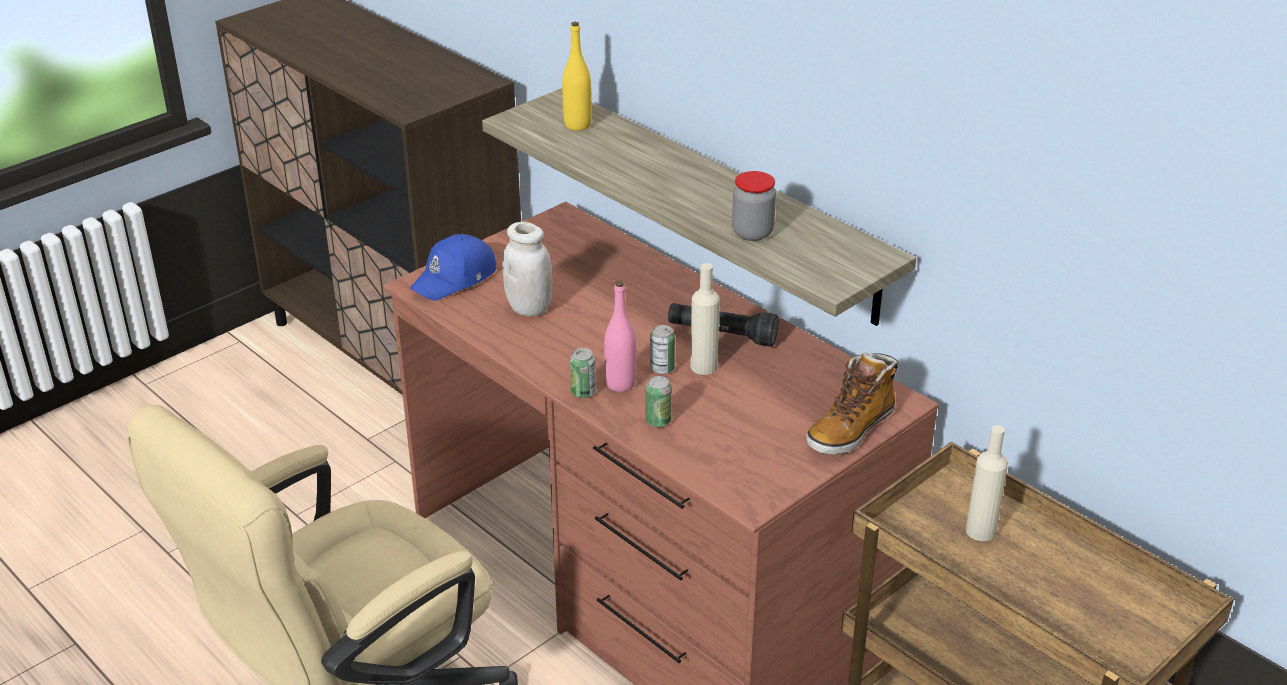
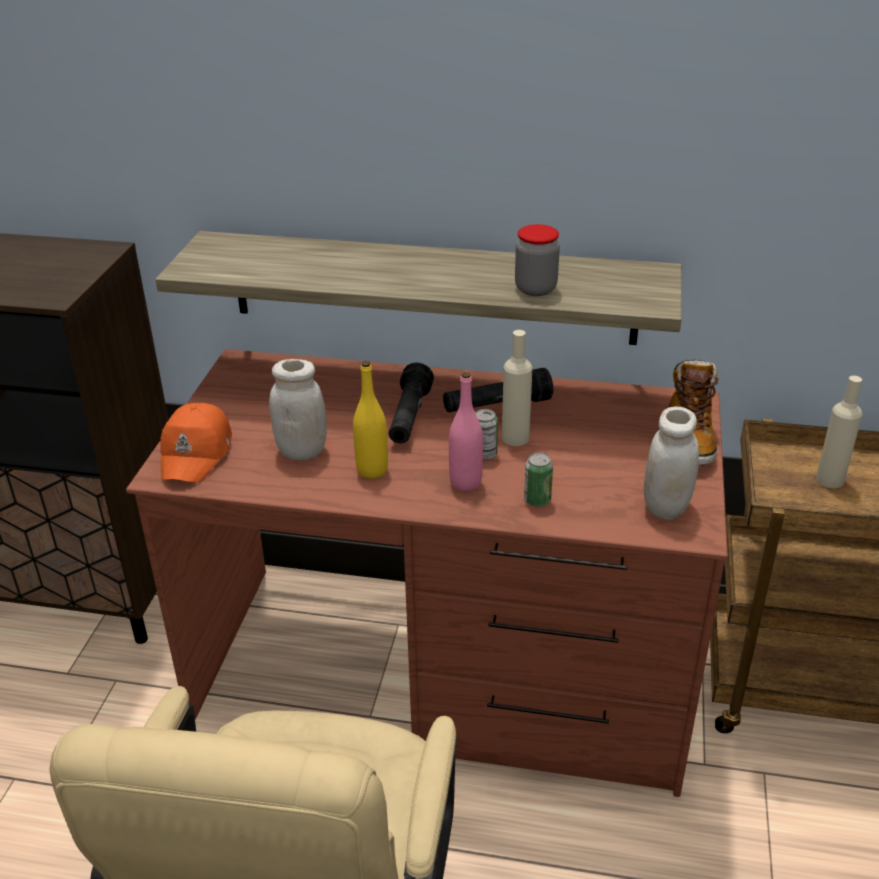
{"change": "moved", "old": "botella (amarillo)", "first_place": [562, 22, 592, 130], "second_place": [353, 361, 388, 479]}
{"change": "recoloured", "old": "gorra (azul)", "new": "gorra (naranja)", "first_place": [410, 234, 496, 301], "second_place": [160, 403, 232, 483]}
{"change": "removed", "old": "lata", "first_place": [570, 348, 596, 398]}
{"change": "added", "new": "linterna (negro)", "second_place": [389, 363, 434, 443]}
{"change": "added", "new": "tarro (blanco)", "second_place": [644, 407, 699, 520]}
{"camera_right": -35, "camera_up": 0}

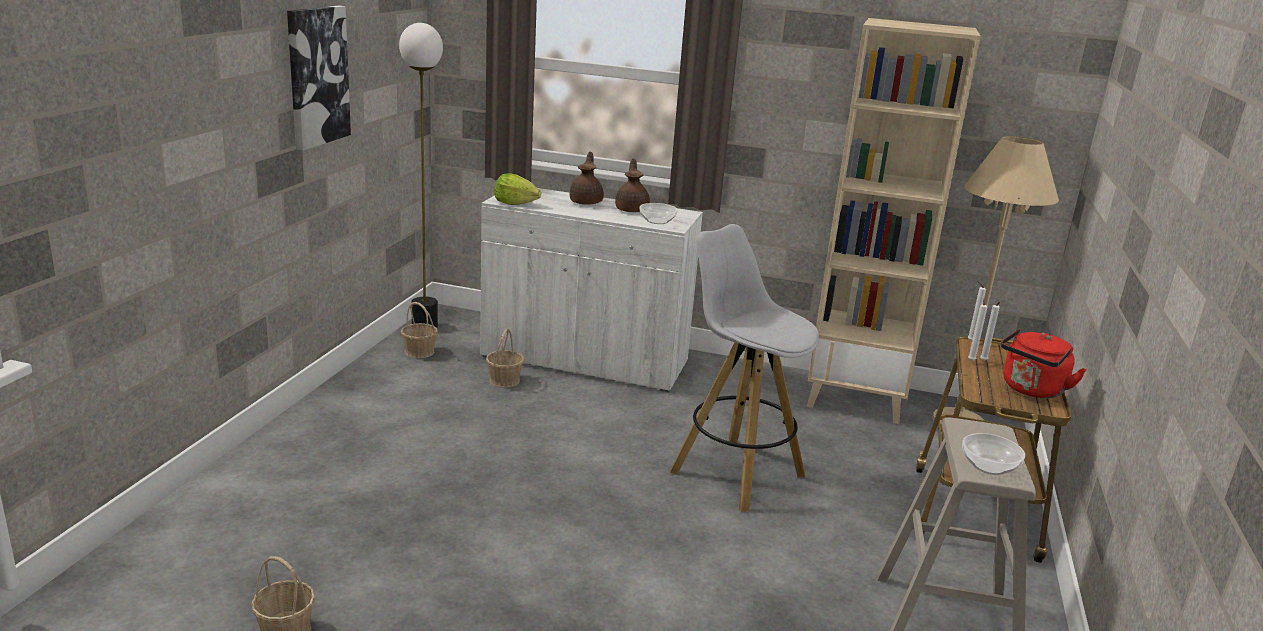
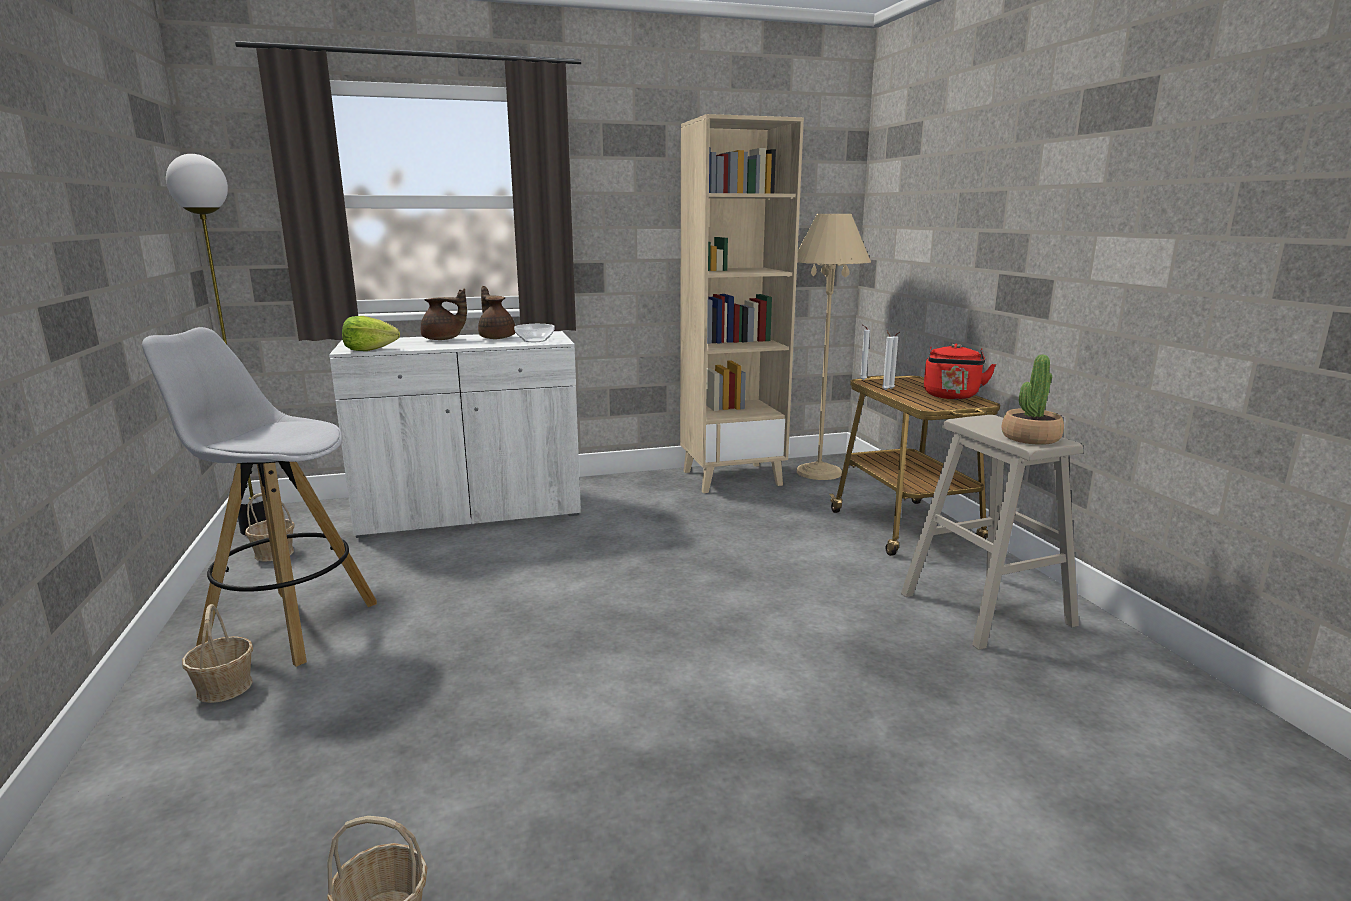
{"change": "removed", "old": "cuadro", "first_place": [287, 6, 351, 151]}
{"change": "turned", "old": "tetera (marrón)", "first_place": [570, 152, 604, 205], "second_place": [421, 288, 467, 340], "degrees": 120}
{"change": "moved", "old": "taburete (blanco)", "first_place": [670, 224, 819, 512], "second_place": [142, 327, 377, 667]}
{"change": "moved", "old": "cesta", "first_place": [486, 328, 524, 388], "second_place": [182, 604, 253, 703]}
{"change": "replaced", "old": "cuenco", "new": "planta en maceta", "first_place": [962, 433, 1025, 475], "second_place": [1002, 355, 1064, 445]}
{"camera_right": -30, "camera_up": -5}

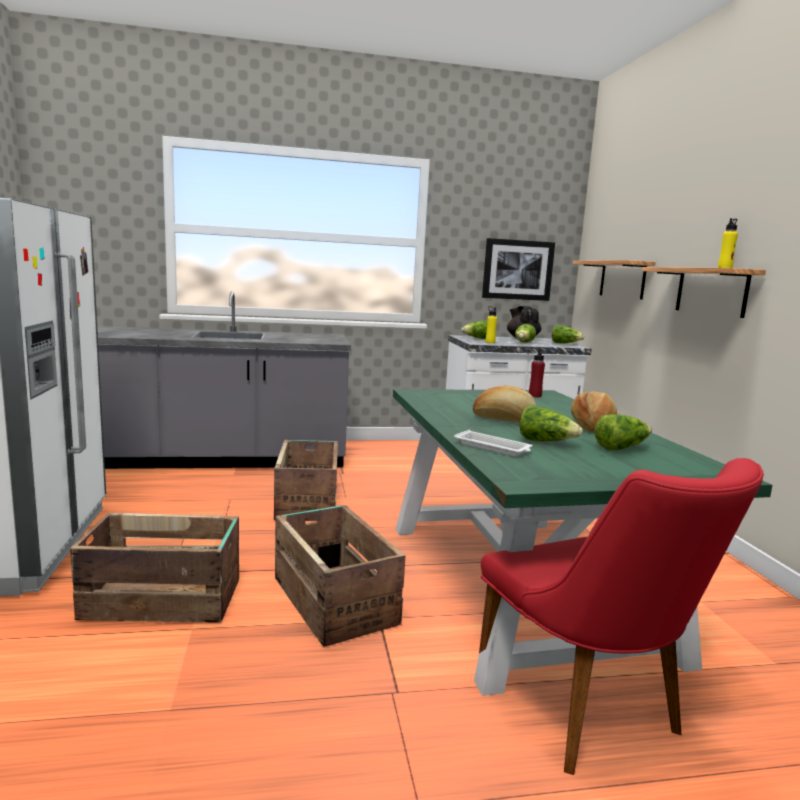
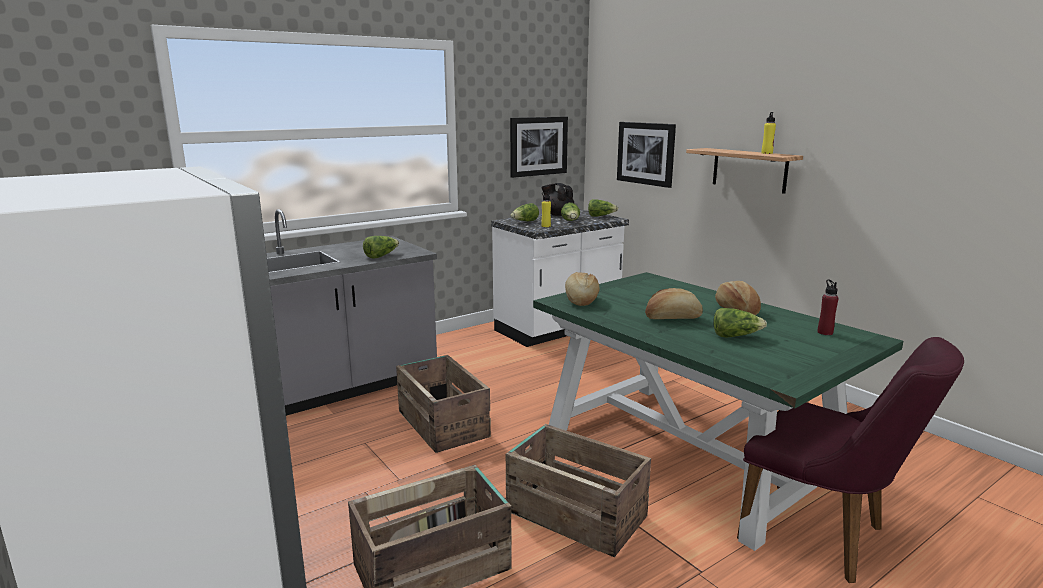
{"change": "replaced", "old": "estante", "new": "cuadro", "first_place": [573, 260, 656, 299], "second_place": [617, 122, 676, 188]}
{"change": "moved", "old": "botella (rojo)", "first_place": [529, 348, 545, 398], "second_place": [817, 280, 839, 335]}
{"change": "moved", "old": "lechuga", "first_place": [594, 414, 652, 450], "second_place": [363, 236, 399, 259]}
{"change": "removed", "old": "bandeja (blanco)", "first_place": [454, 430, 533, 457]}
{"change": "recoloured", "old": "silla (rojo)", "new": "silla (morado)", "first_place": [479, 458, 764, 775], "second_place": [737, 337, 964, 583]}
{"change": "added", "new": "pan", "second_place": [565, 272, 600, 306]}
{"camera_right": -25, "camera_up": 5}

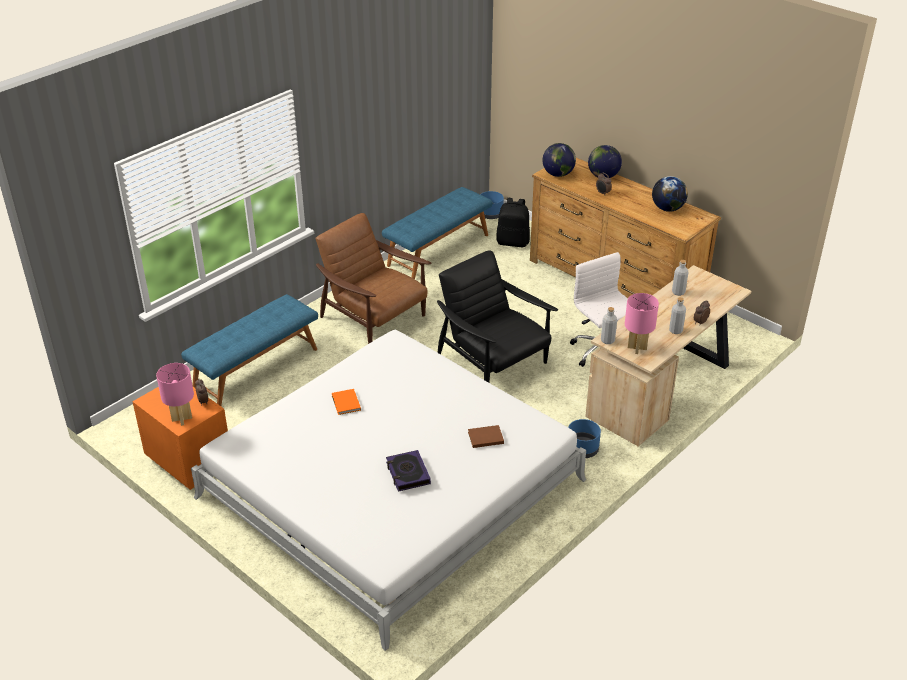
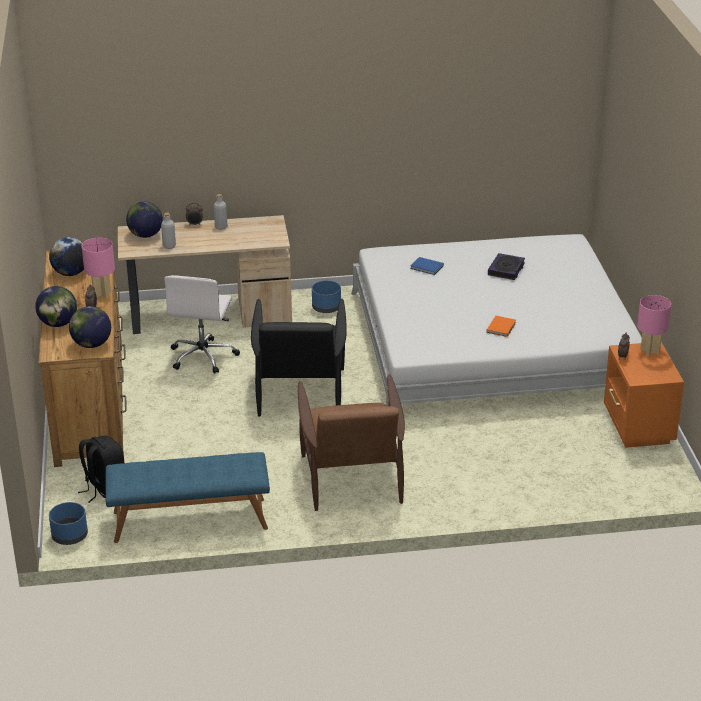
{"change": "moved", "old": "lámpara de mesa (rosa)", "first_place": [625, 293, 659, 354], "second_place": [82, 238, 115, 298]}
{"change": "removed", "old": "banco (azul)", "first_place": [181, 294, 318, 406]}
{"change": "removed", "old": "botella (gris)", "first_place": [601, 307, 617, 344]}
{"change": "recoloured", "old": "libro (marrón)", "new": "libro (azul)", "first_place": [468, 425, 504, 448], "second_place": [410, 257, 444, 275]}
{"change": "added", "new": "globo terráqueo", "second_place": [126, 201, 163, 238]}
{"camera_right": -140, "camera_up": -5}

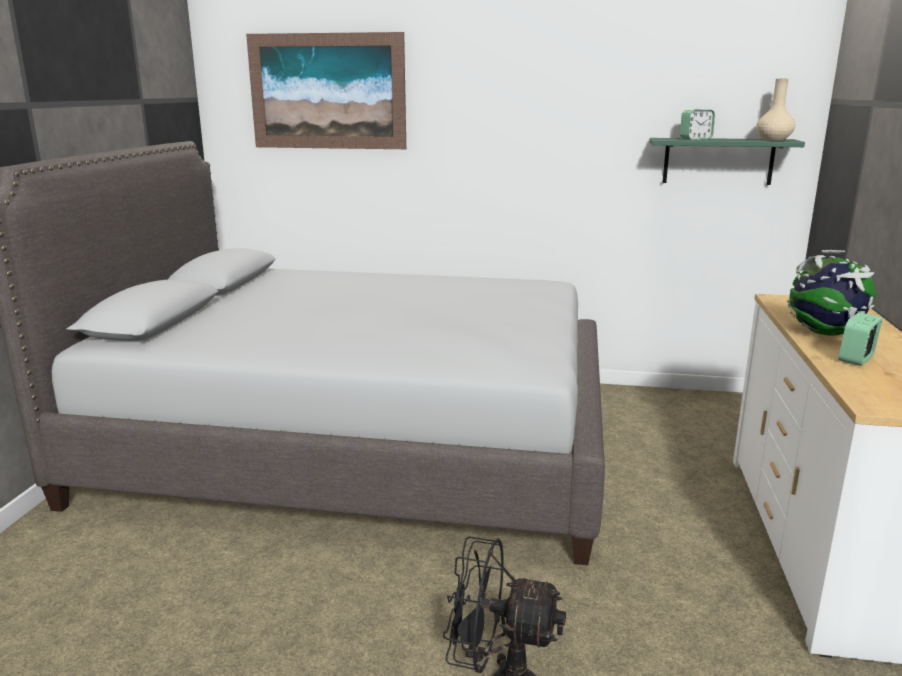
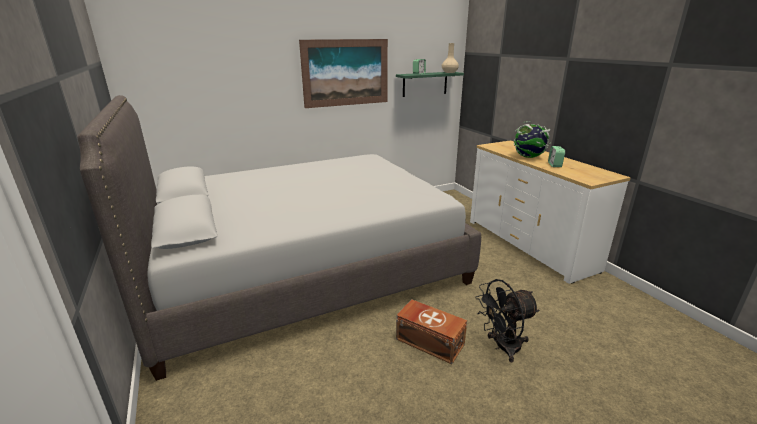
{"change": "moved", "old": "cuadro", "first_place": [246, 32, 406, 149], "second_place": [299, 39, 388, 108]}
{"change": "added", "new": "caja de almacenaje (marrón)", "second_place": [396, 299, 467, 364]}
{"camera_right": -35, "camera_up": 5}

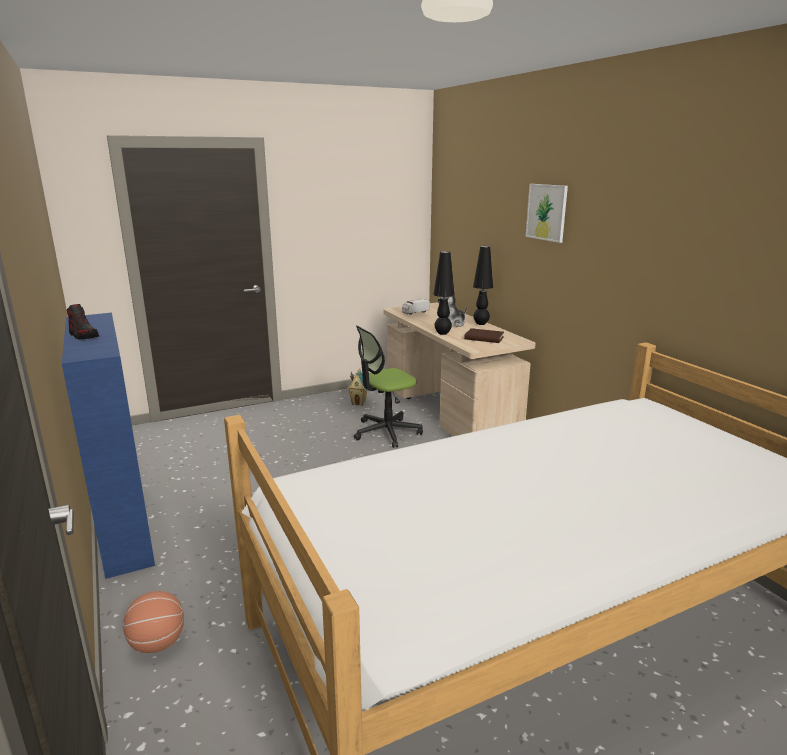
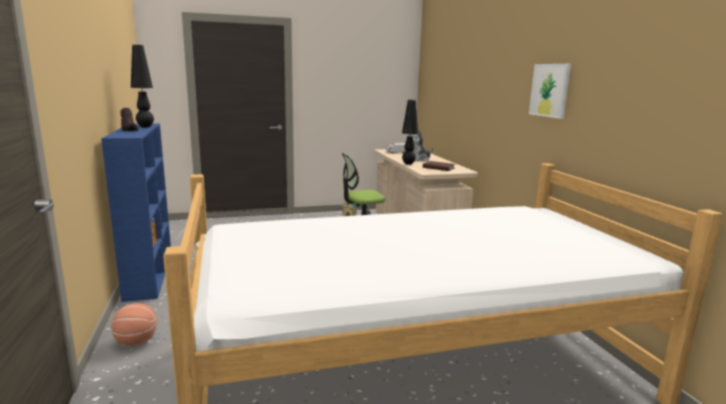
{"change": "moved", "old": "cuadro", "first_place": [526, 184, 568, 243], "second_place": [529, 64, 571, 119]}
{"change": "moved", "old": "lámpara de mesa (negro)", "first_place": [473, 246, 493, 325], "second_place": [131, 45, 154, 127]}
{"camera_right": 10, "camera_up": -5}

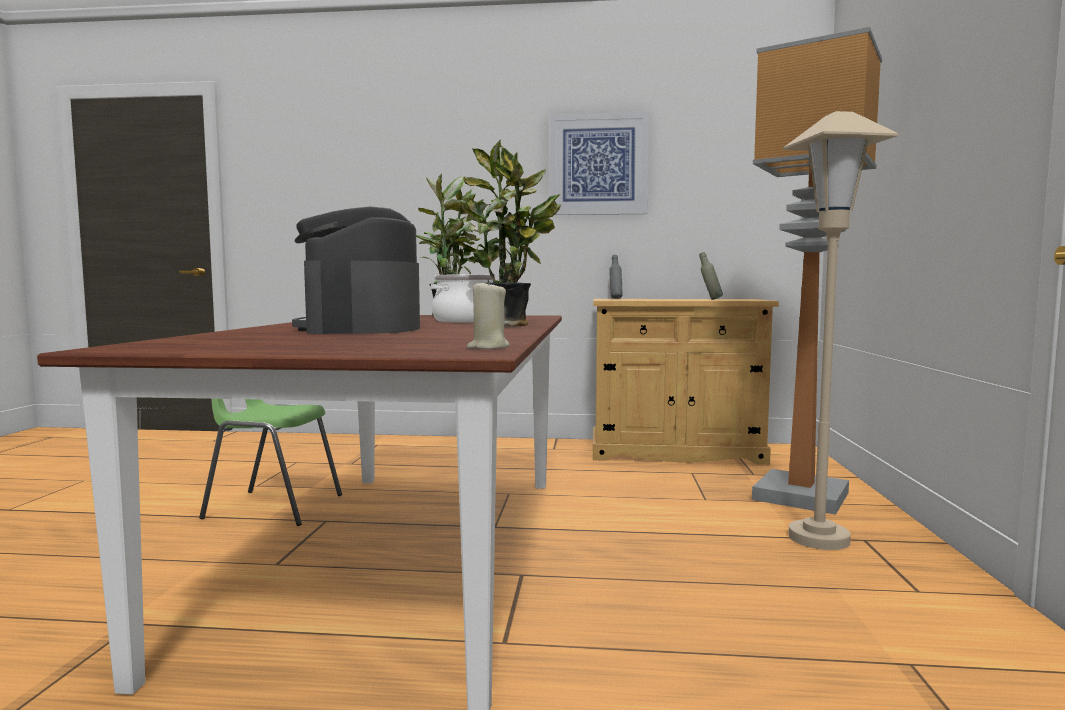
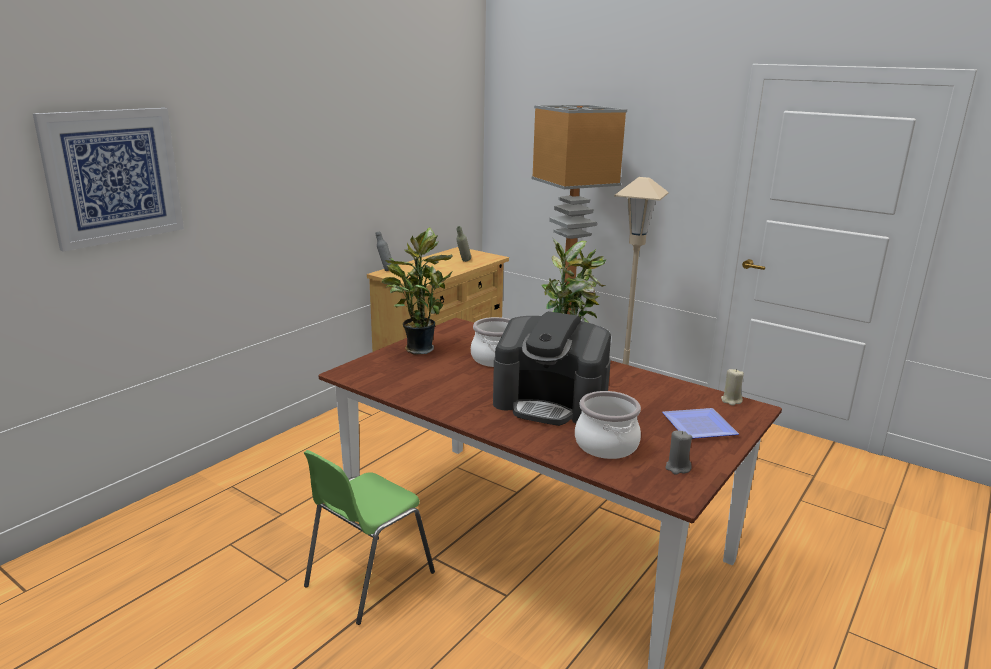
{"change": "moved", "old": "cuadro", "first_place": [549, 112, 649, 215], "second_place": [33, 108, 184, 252]}
{"change": "added", "new": "olla", "second_place": [575, 391, 641, 459]}
{"change": "added", "new": "plato", "second_place": [662, 408, 739, 439]}
{"change": "added", "new": "vela (gris)", "second_place": [666, 430, 692, 475]}
{"camera_right": -60, "camera_up": 15}

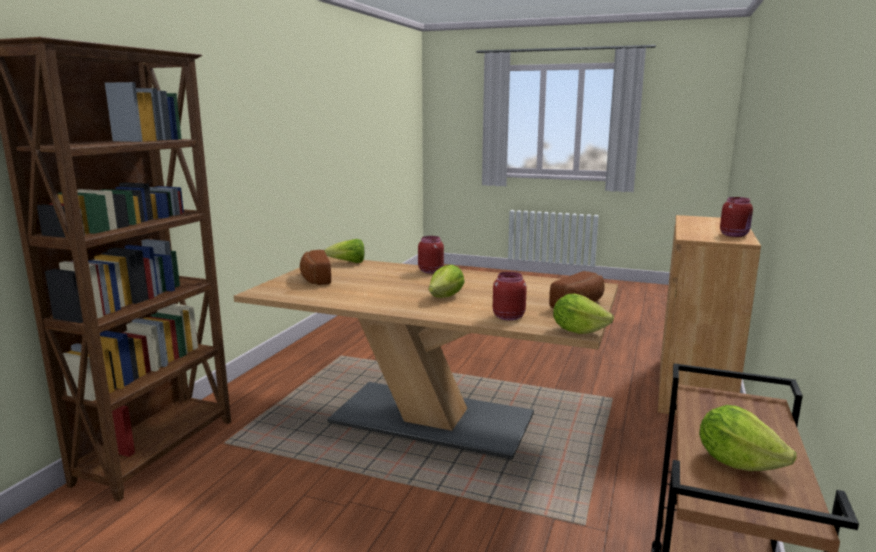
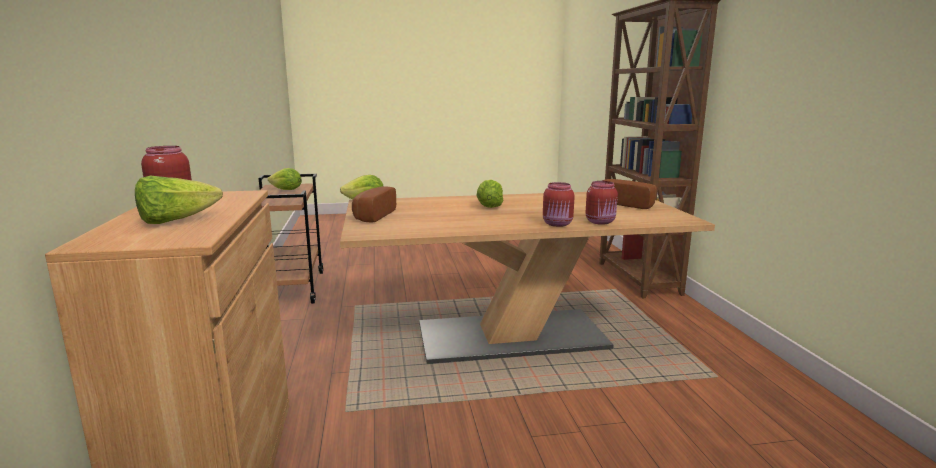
{"change": "moved", "old": "lechuga", "first_place": [324, 239, 364, 263], "second_place": [135, 176, 223, 224]}
{"change": "moved", "old": "tarro (rojo)", "first_place": [493, 272, 527, 321], "second_place": [585, 181, 618, 225]}
{"camera_right": 150, "camera_up": 0}

